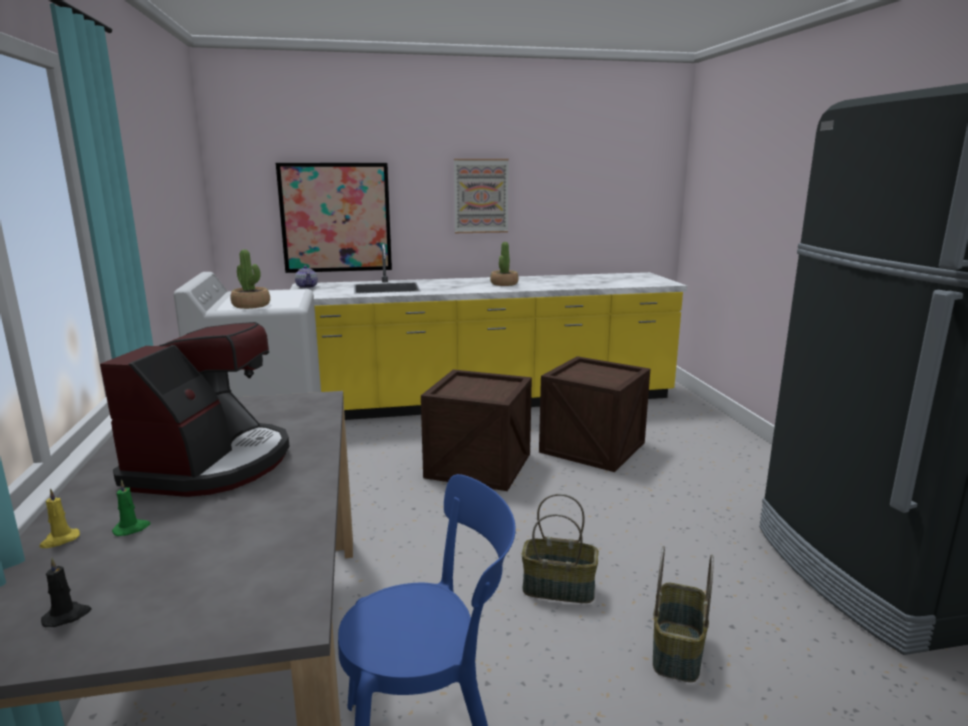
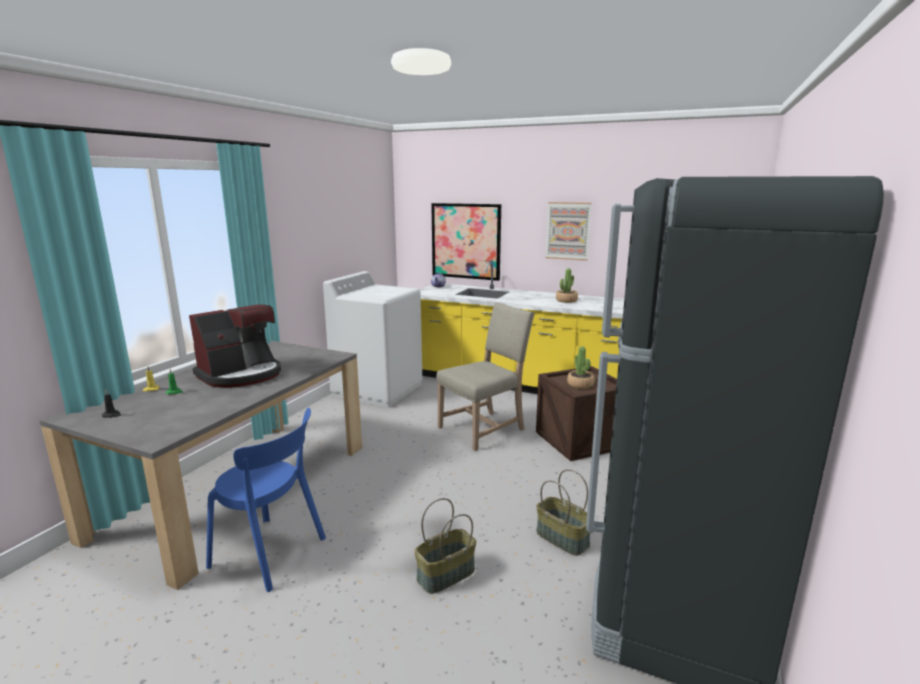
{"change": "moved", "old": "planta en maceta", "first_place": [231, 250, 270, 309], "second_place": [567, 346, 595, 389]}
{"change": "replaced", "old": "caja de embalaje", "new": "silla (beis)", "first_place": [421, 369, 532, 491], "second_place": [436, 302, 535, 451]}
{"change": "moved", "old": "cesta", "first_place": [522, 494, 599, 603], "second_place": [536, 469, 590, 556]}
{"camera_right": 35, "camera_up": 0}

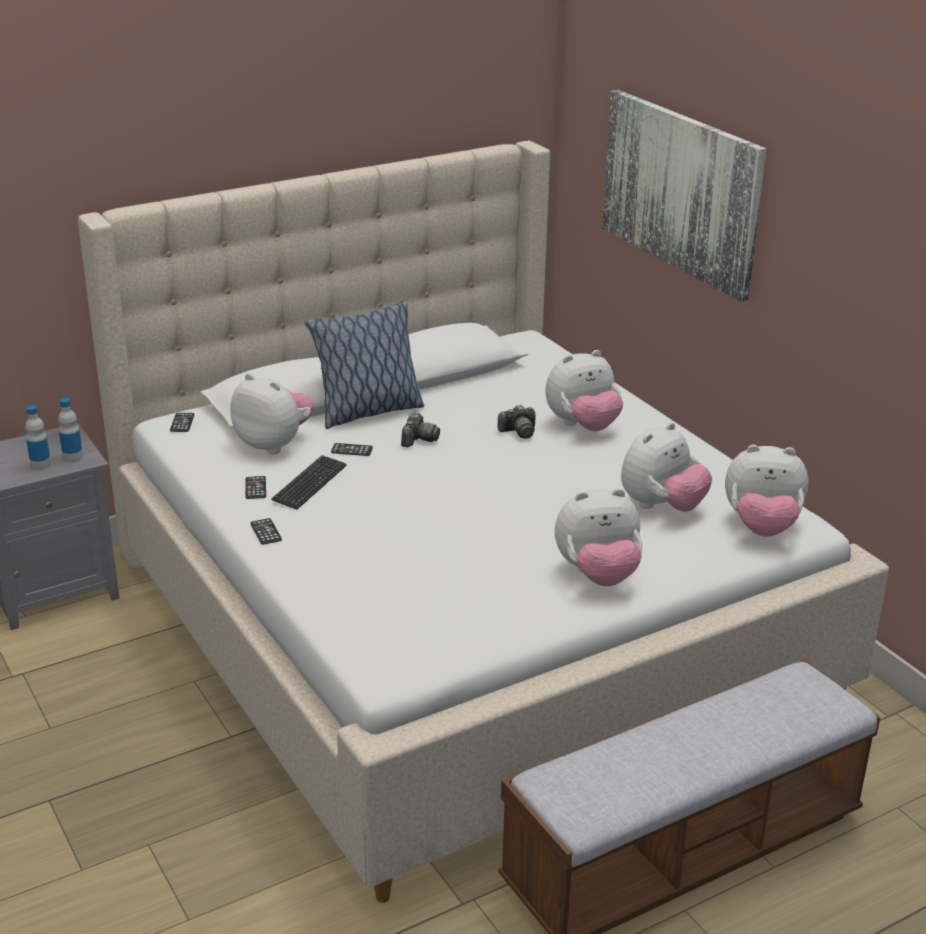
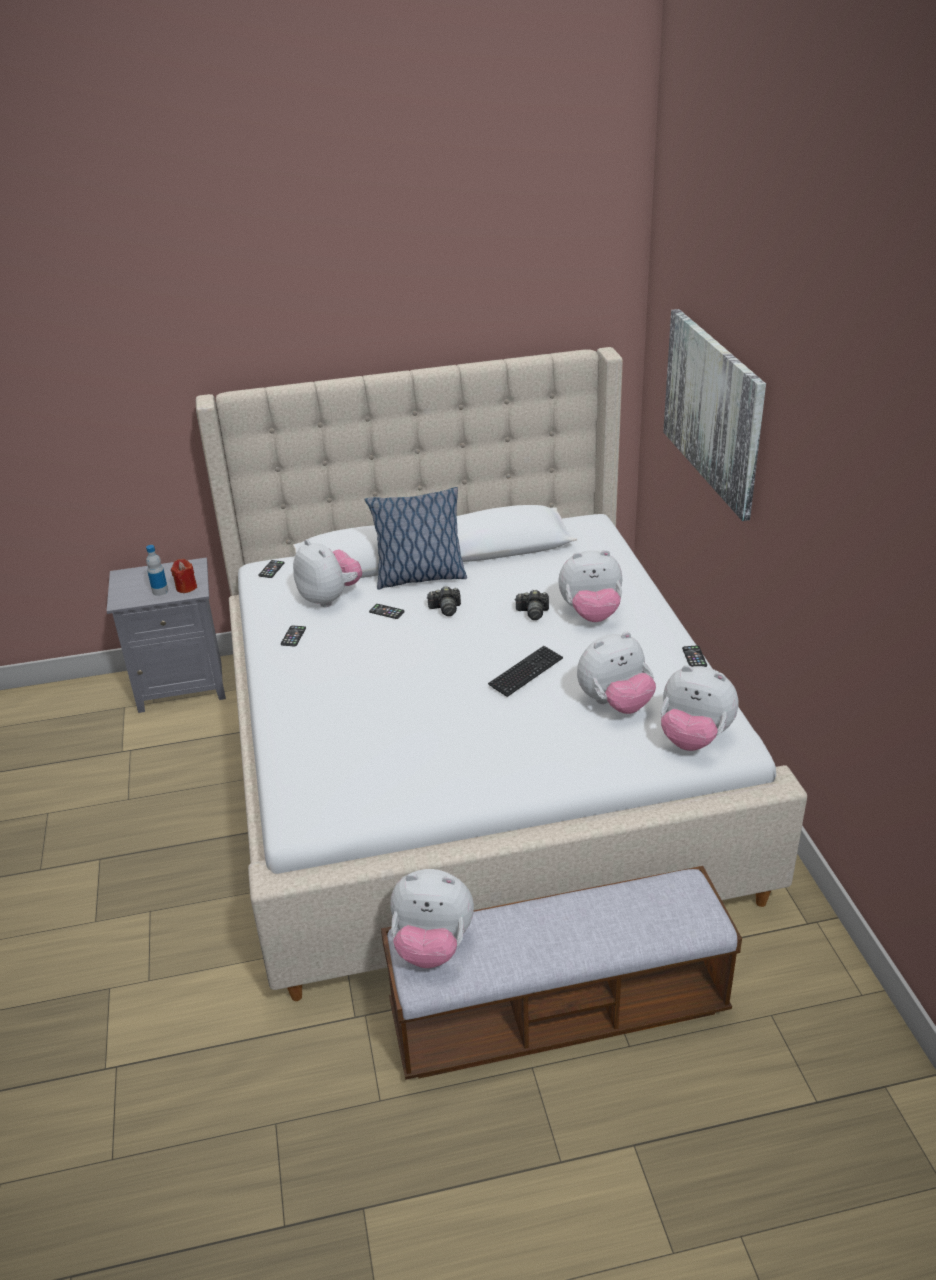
{"change": "replaced", "old": "botella", "new": "vela (rojo)", "first_place": [58, 398, 83, 463], "second_place": [171, 559, 197, 593]}
{"change": "turned", "old": "cámara", "first_place": [401, 412, 440, 447], "second_place": [427, 586, 461, 616], "degrees": 45}
{"change": "moved", "old": "teclado", "first_place": [271, 455, 346, 510], "second_place": [488, 646, 563, 697]}
{"change": "moved", "old": "peluche", "first_place": [555, 488, 643, 586], "second_place": [390, 869, 474, 968]}
{"change": "moved", "old": "móvil", "first_place": [251, 518, 282, 545], "second_place": [682, 645, 707, 667]}
{"camera_right": 20, "camera_up": 5}

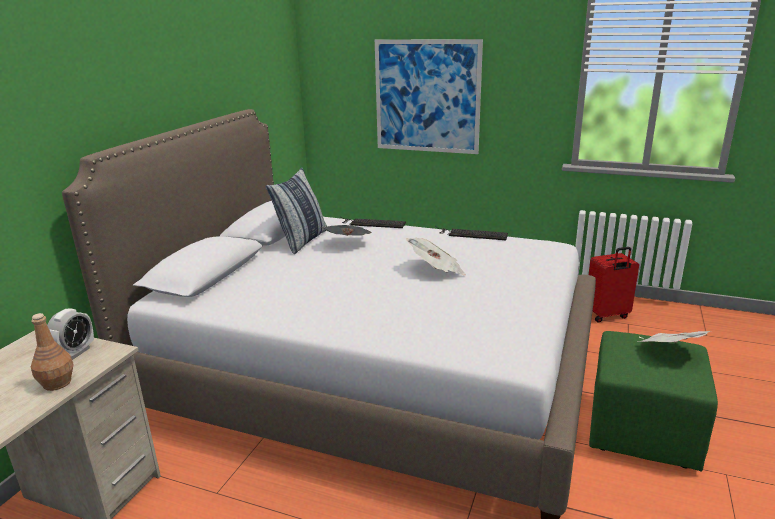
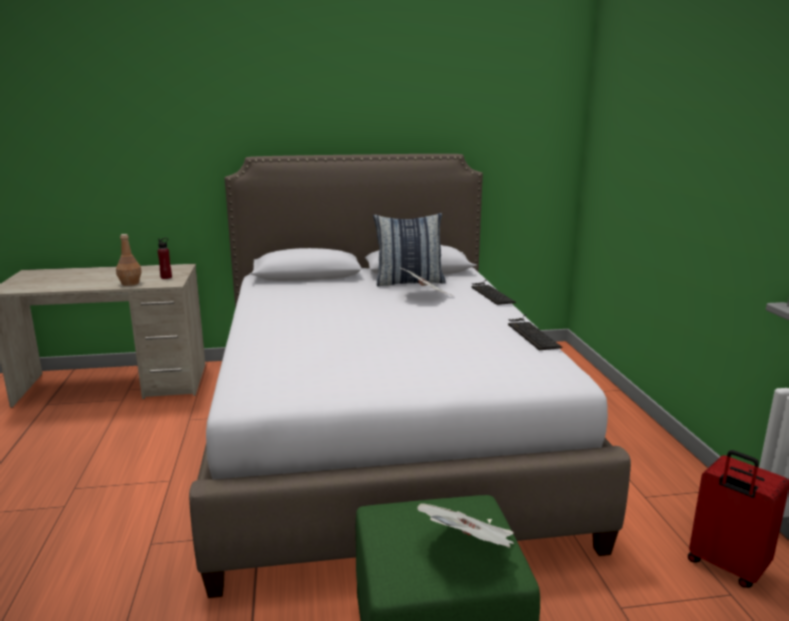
{"change": "removed", "old": "cuadro", "first_place": [375, 39, 483, 154]}
{"change": "removed", "old": "periódico", "first_place": [407, 238, 466, 275]}
{"change": "replaced", "old": "despertador", "new": "botella (rojo)", "first_place": [47, 308, 94, 360], "second_place": [158, 238, 172, 279]}
{"camera_right": 60, "camera_up": -5}

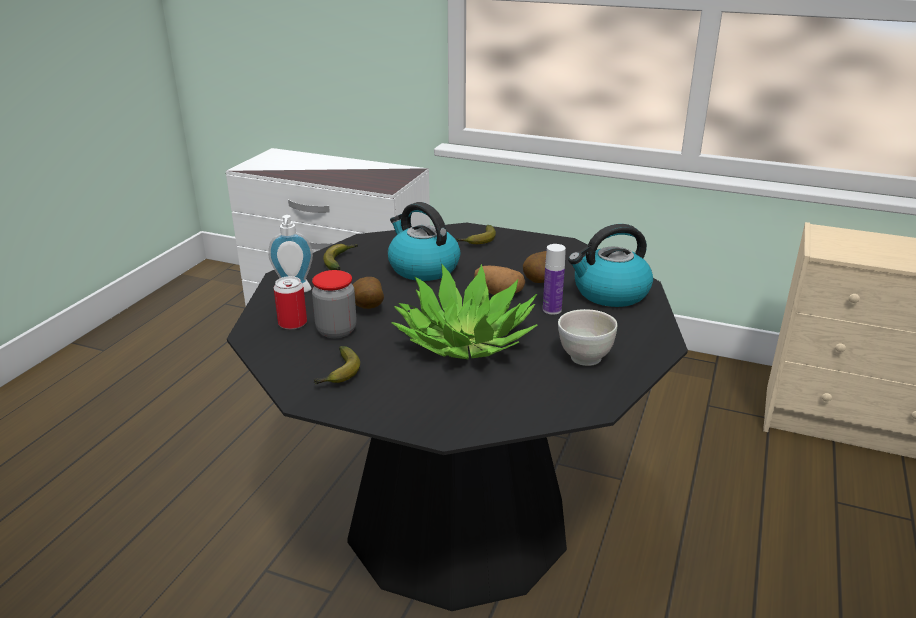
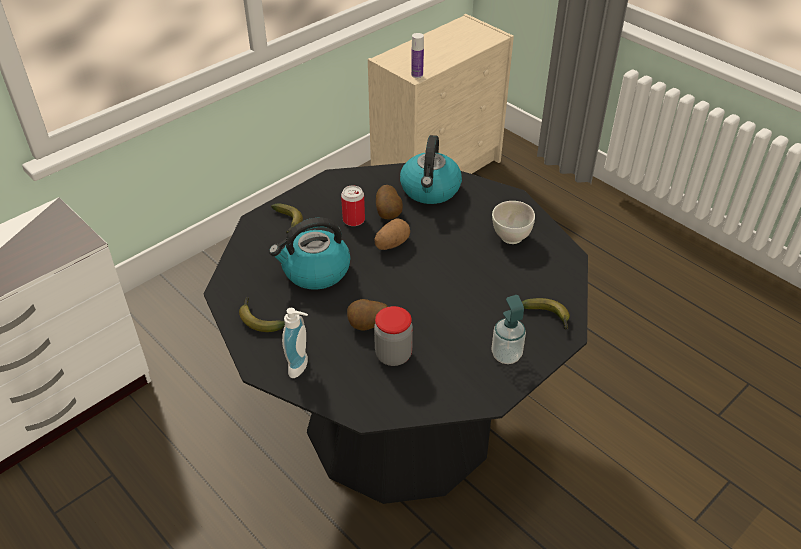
{"change": "moved", "old": "botella", "first_place": [543, 244, 566, 315], "second_place": [411, 33, 424, 78]}
{"change": "removed", "old": "planta en maceta", "first_place": [392, 264, 537, 360]}
{"change": "moved", "old": "lata", "first_place": [274, 276, 307, 329], "second_place": [341, 185, 365, 226]}
{"change": "moved", "old": "plátano", "first_place": [314, 346, 360, 385], "second_place": [522, 298, 570, 330]}
{"change": "added", "new": "dispensador de jabón", "second_place": [491, 295, 526, 364]}
{"camera_right": -65, "camera_up": 15}

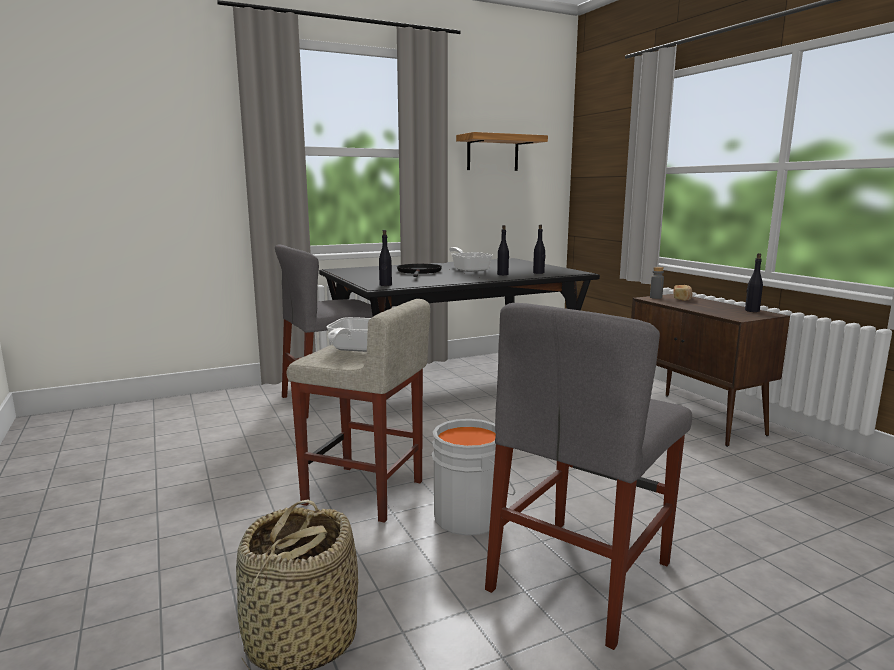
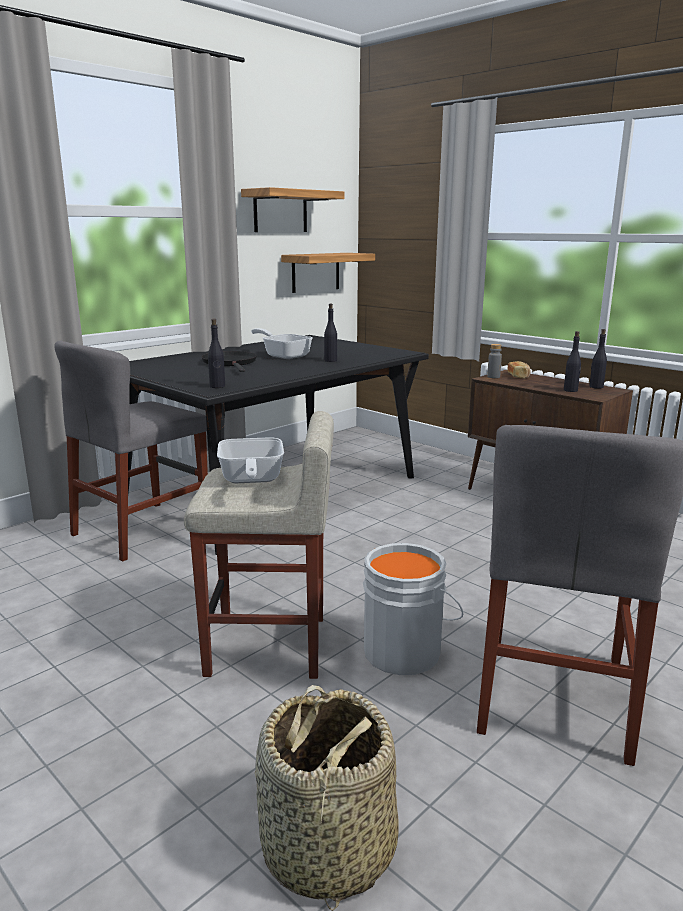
{"change": "moved", "old": "botella (negro)", "first_place": [533, 225, 546, 274], "second_place": [564, 331, 581, 392]}
{"change": "added", "new": "estante", "second_place": [281, 253, 375, 293]}
{"camera_right": -20, "camera_up": 5}

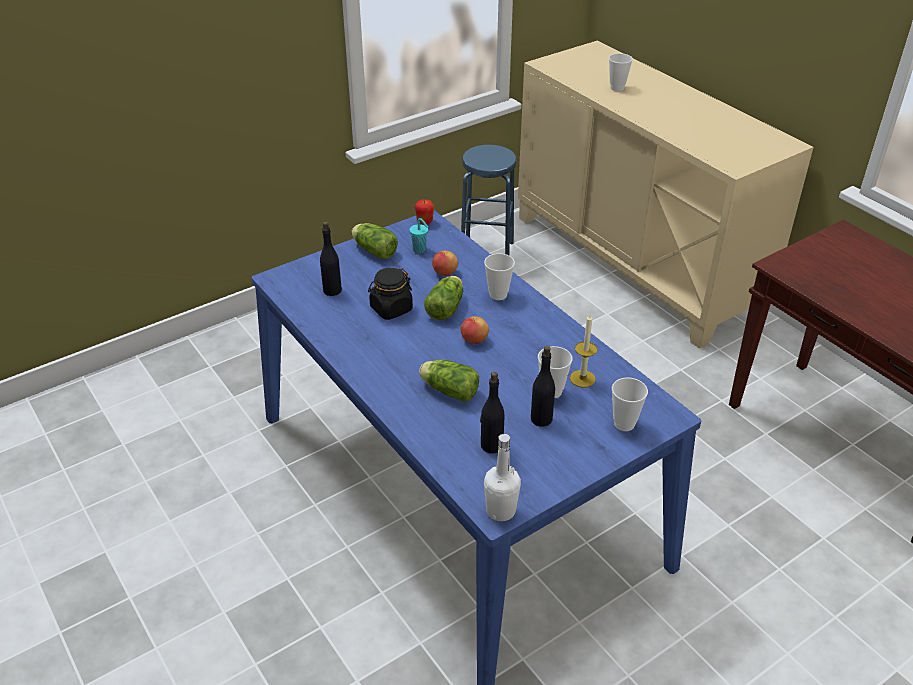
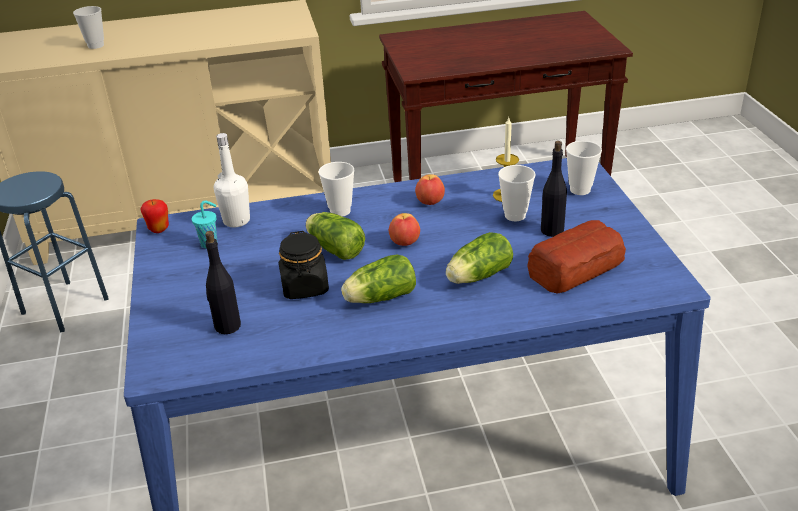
{"change": "moved", "old": "lechuga", "first_place": [352, 223, 398, 259], "second_place": [341, 254, 416, 303]}
{"change": "moved", "old": "manzana", "first_place": [432, 251, 458, 276], "second_place": [415, 174, 445, 205]}
{"change": "replaced", "old": "botella (negro)", "new": "pan", "first_place": [480, 372, 505, 454], "second_place": [527, 220, 626, 294]}
{"change": "moved", "old": "botella (blanco)", "first_place": [484, 434, 521, 521], "second_place": [214, 133, 250, 227]}
{"camera_right": -65, "camera_up": -5}

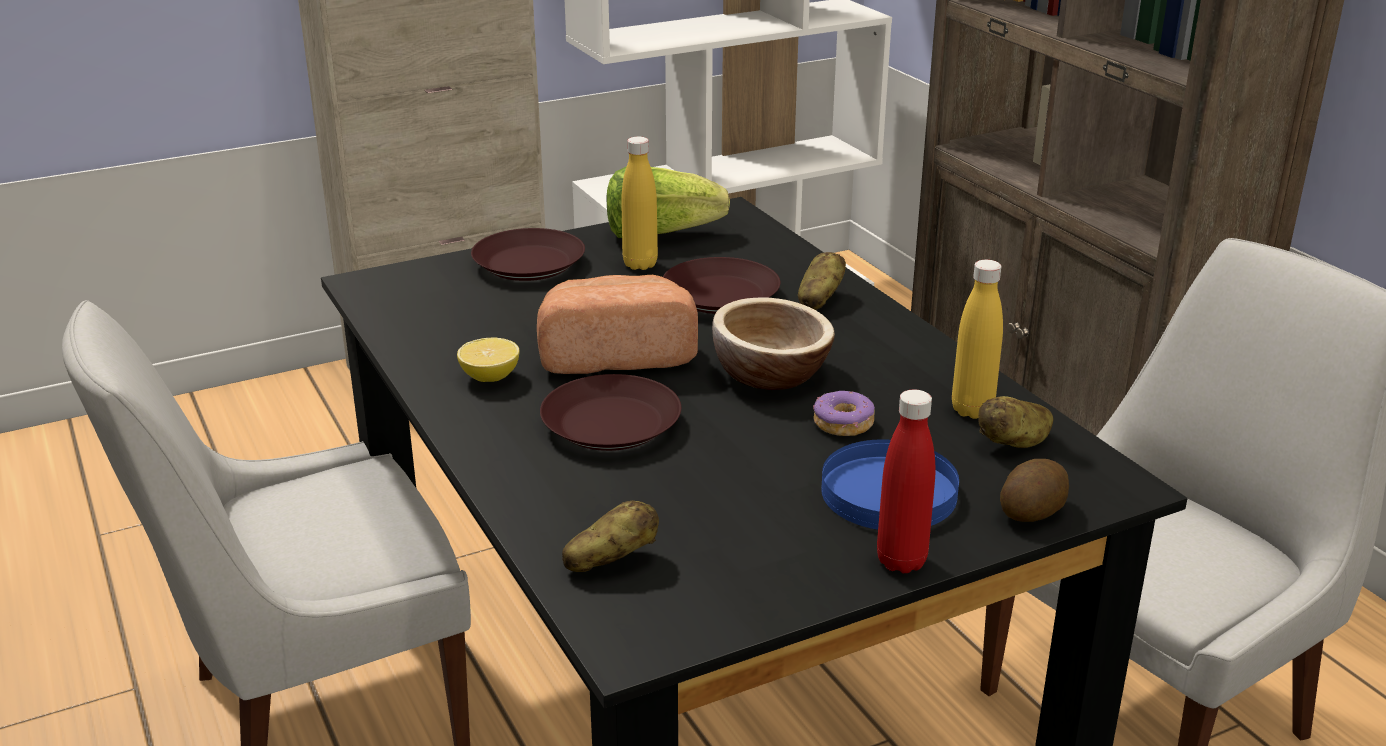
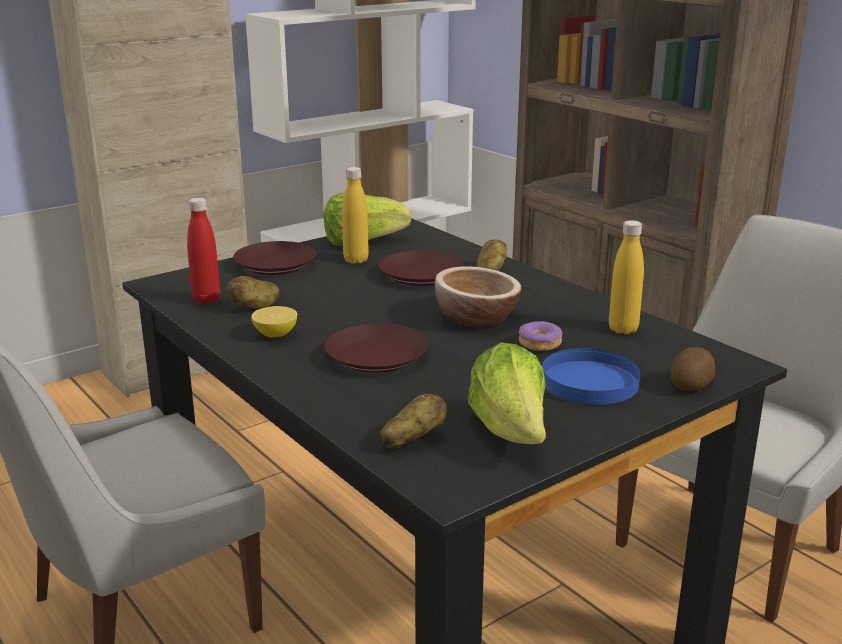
{"change": "removed", "old": "pan", "first_place": [537, 275, 698, 374]}
{"change": "moved", "old": "botella (rojo)", "first_place": [877, 390, 935, 573], "second_place": [187, 198, 220, 304]}
{"change": "moved", "old": "patata", "first_place": [978, 396, 1053, 448], "second_place": [226, 276, 280, 309]}
{"change": "added", "new": "lechuga", "second_place": [468, 342, 546, 444]}
{"camera_right": -10, "camera_up": -5}

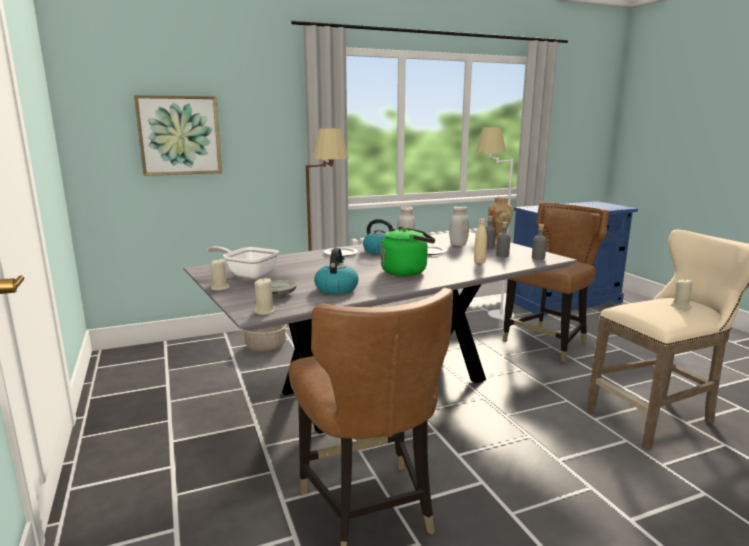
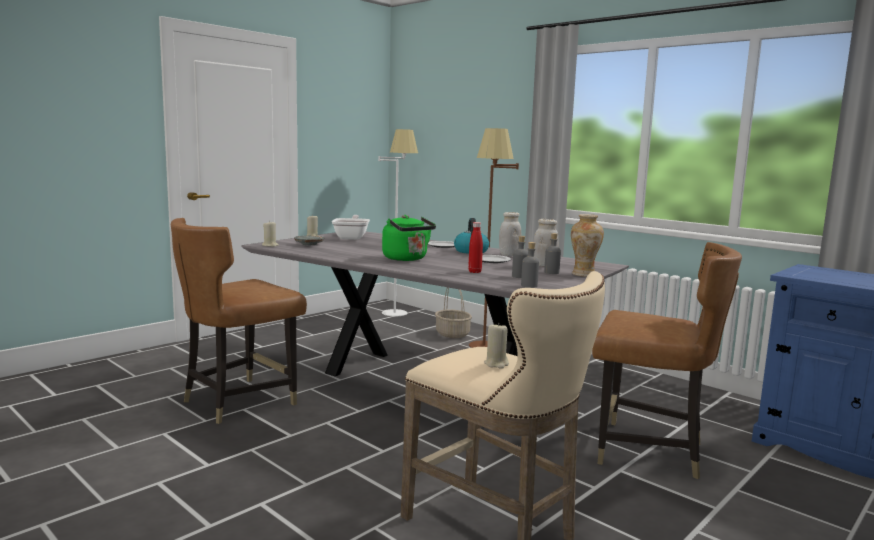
{"change": "removed", "old": "cuadro", "first_place": [134, 95, 222, 176]}
{"change": "moved", "old": "lámpara de pie (blanco)", "first_place": [475, 127, 514, 319], "second_place": [378, 129, 418, 316]}
{"change": "recoloured", "old": "botella (beis)", "new": "botella (rojo)", "first_place": [474, 219, 487, 264], "second_place": [468, 222, 483, 273]}
{"change": "removed", "old": "hervidor", "first_place": [314, 248, 358, 294]}
{"camera_right": 65, "camera_up": -5}

